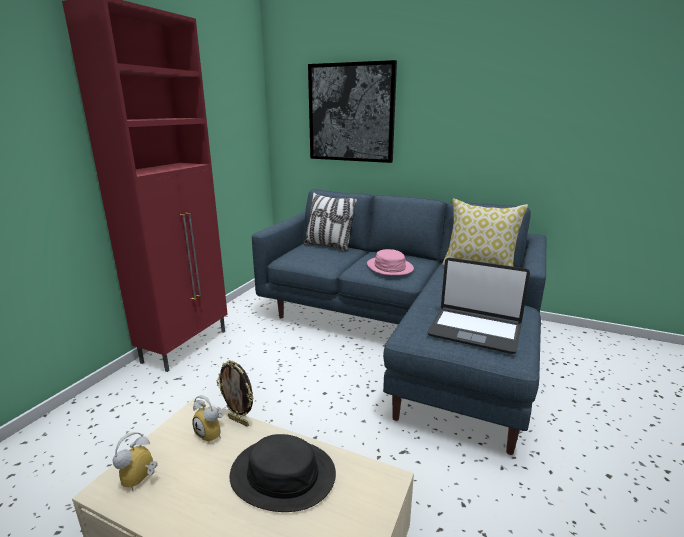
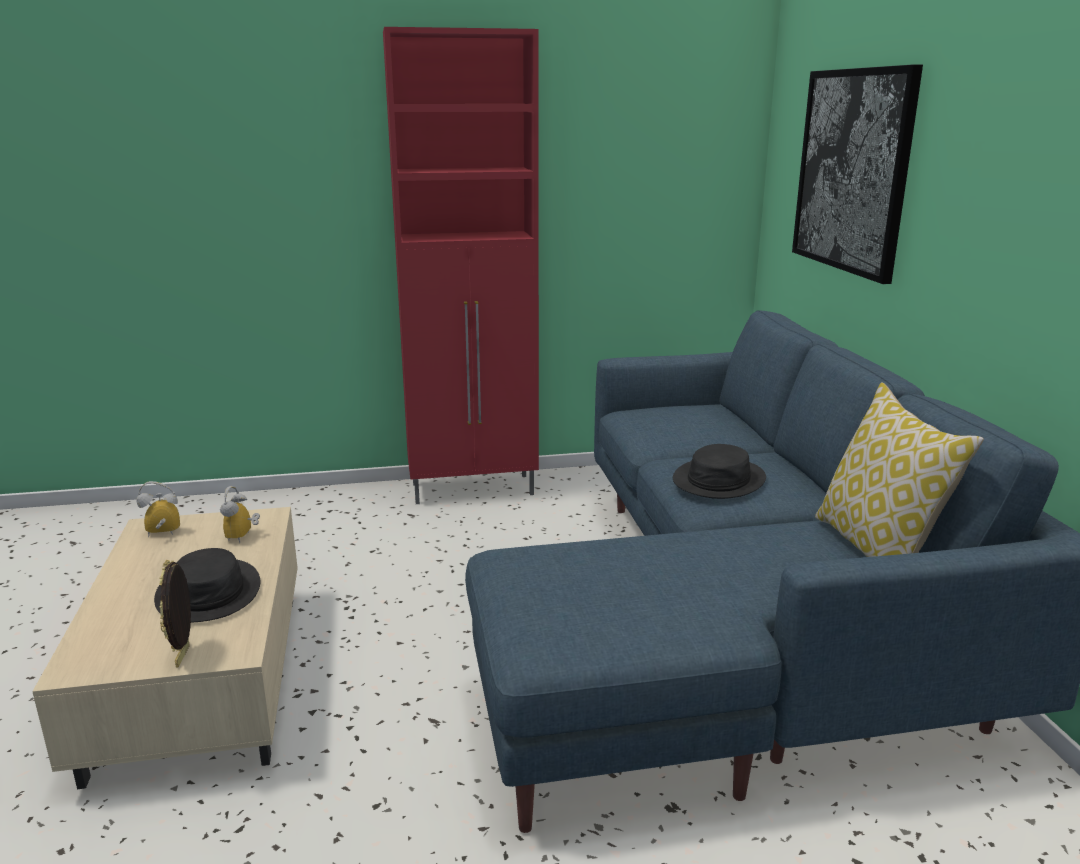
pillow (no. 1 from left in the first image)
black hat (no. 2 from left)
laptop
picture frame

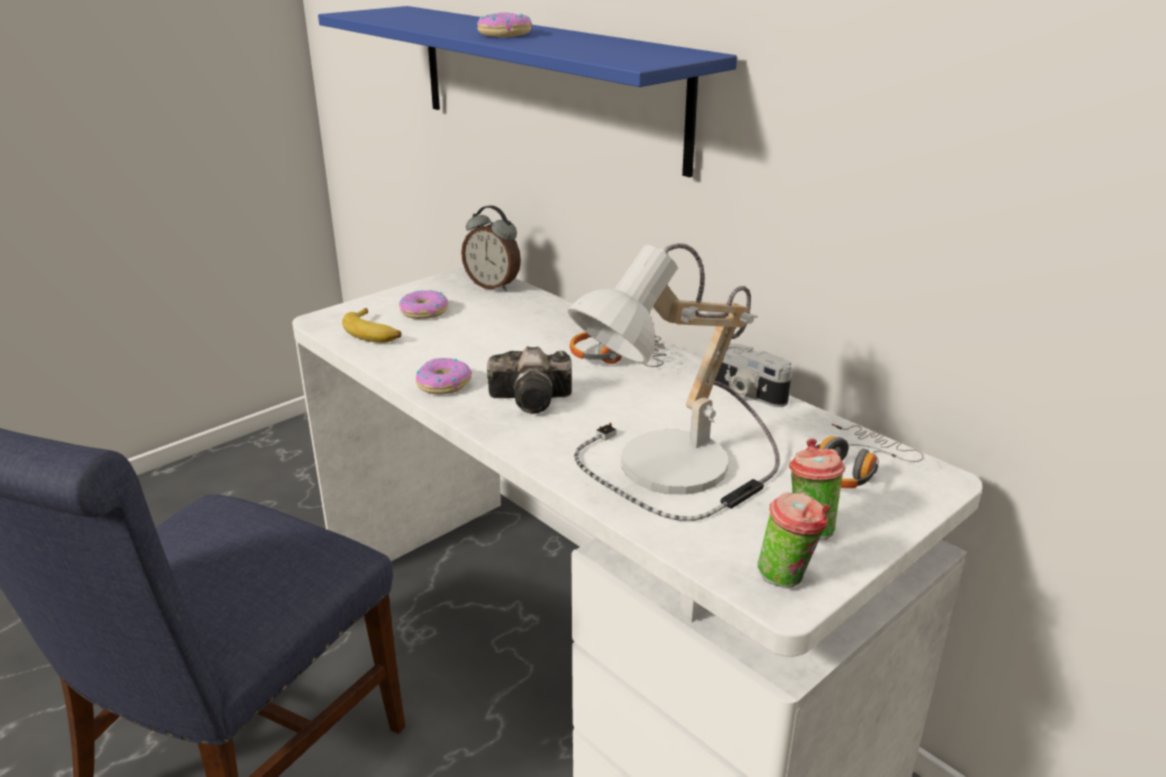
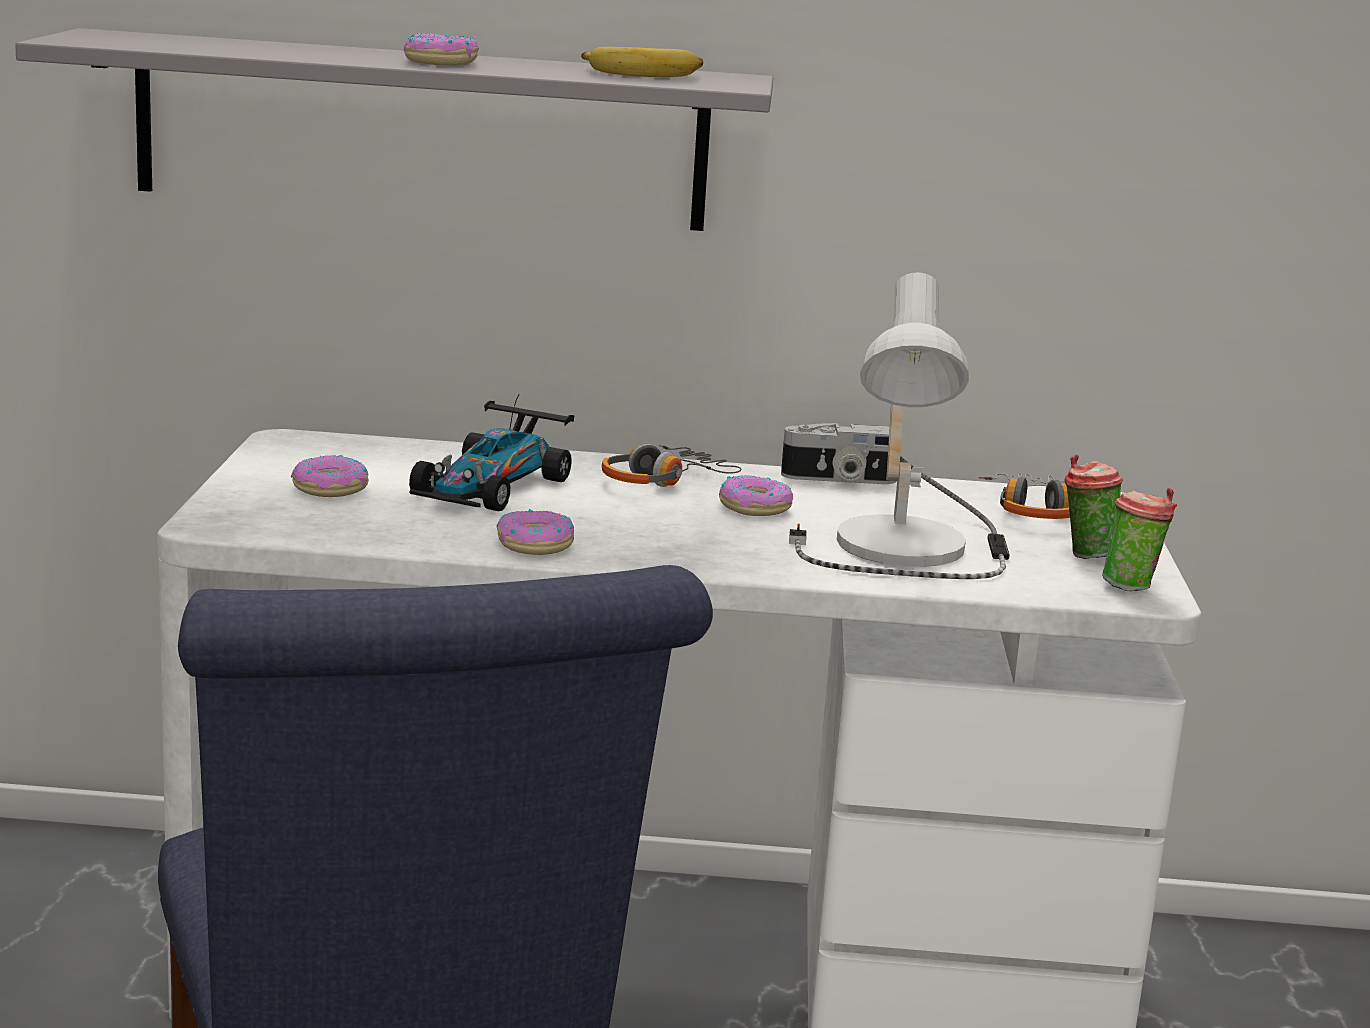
grey shelf
alarm clock
banana
photo camera (no. 1 from left in the first image)
toy car
donut (no. 4 from left)

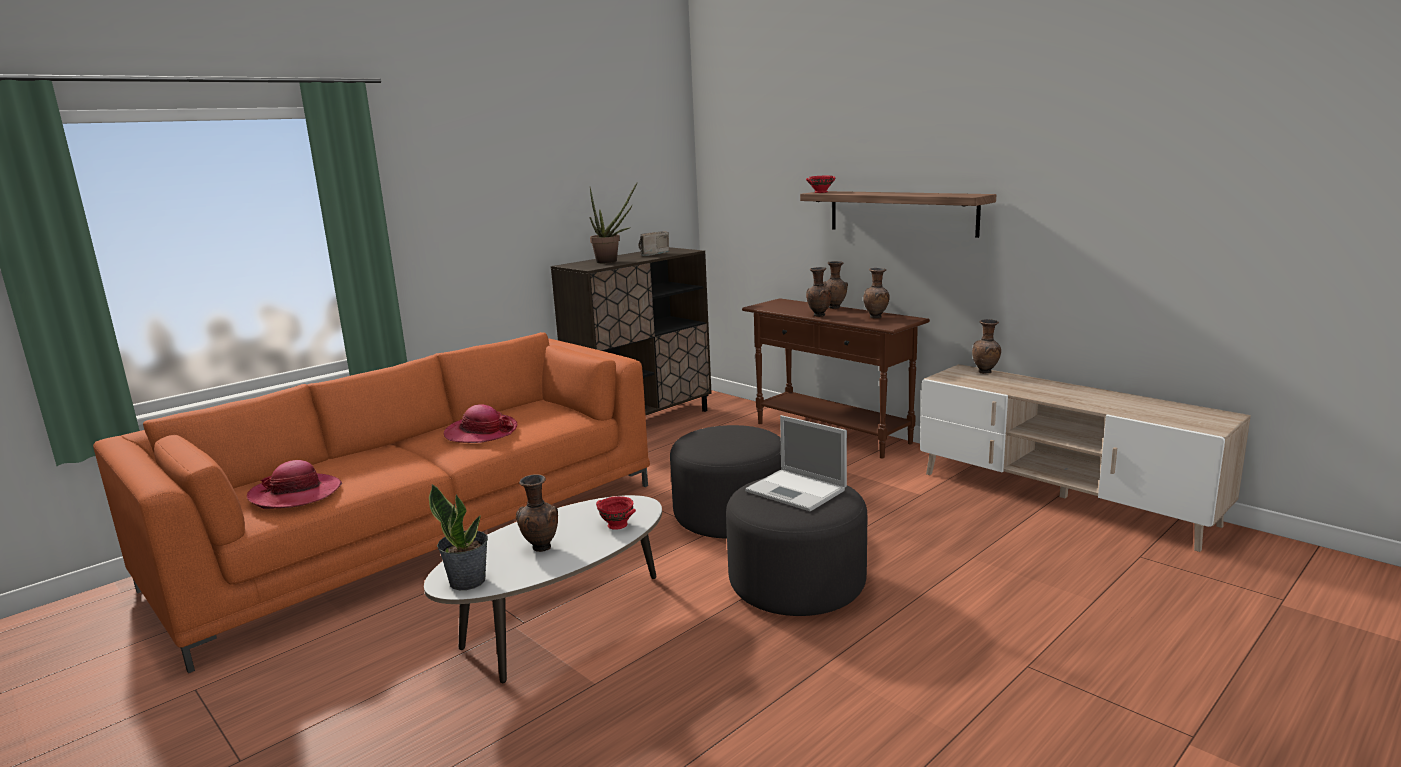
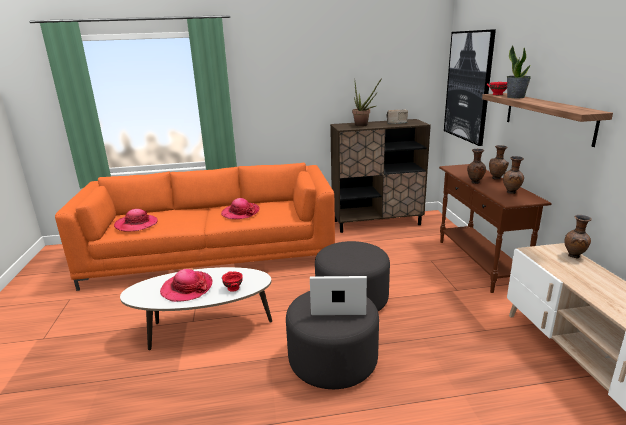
laptop
hat (no. 2 from left)
potted plant (no. 2 from left)
picture

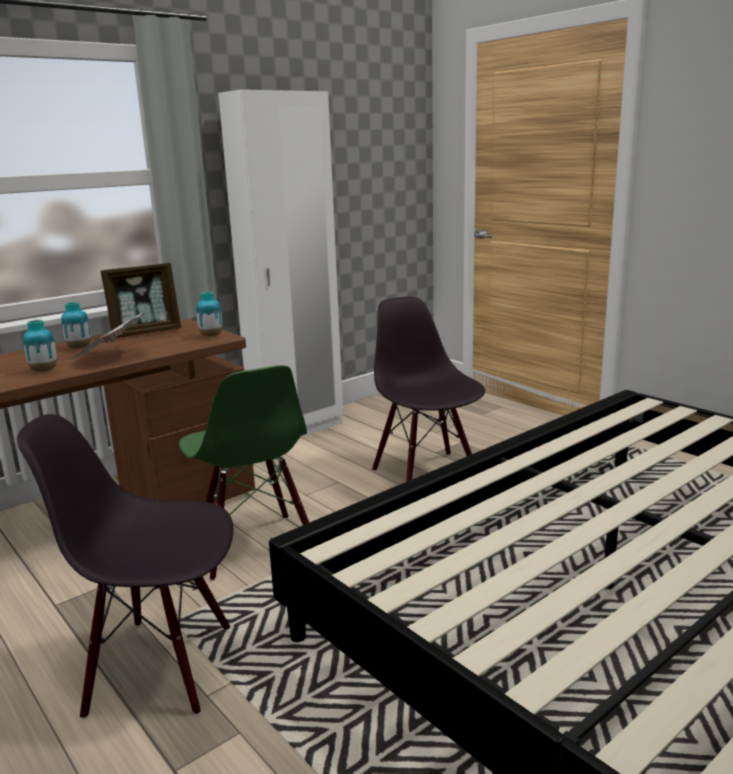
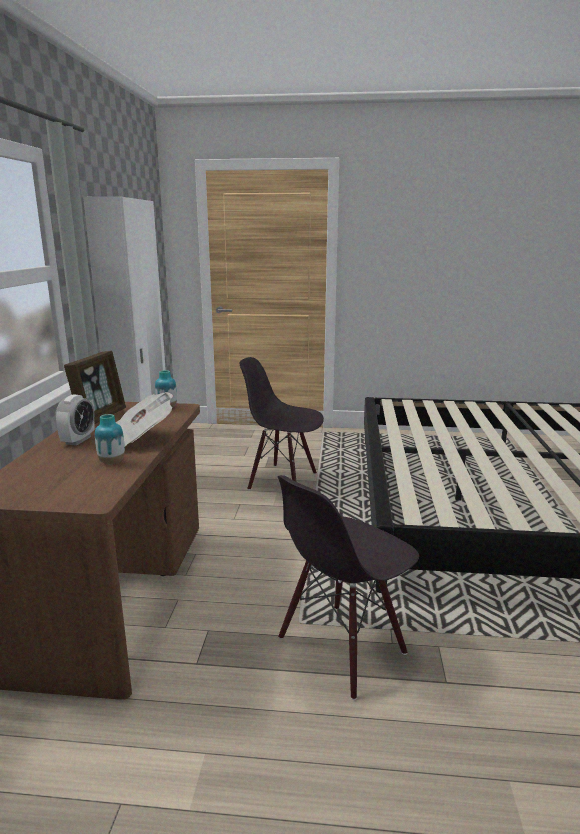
alarm clock
green chair

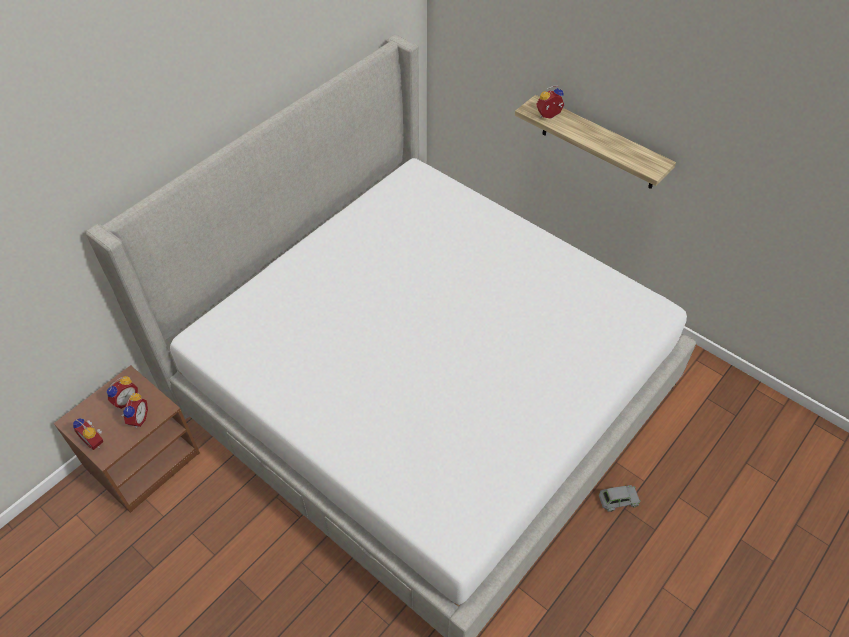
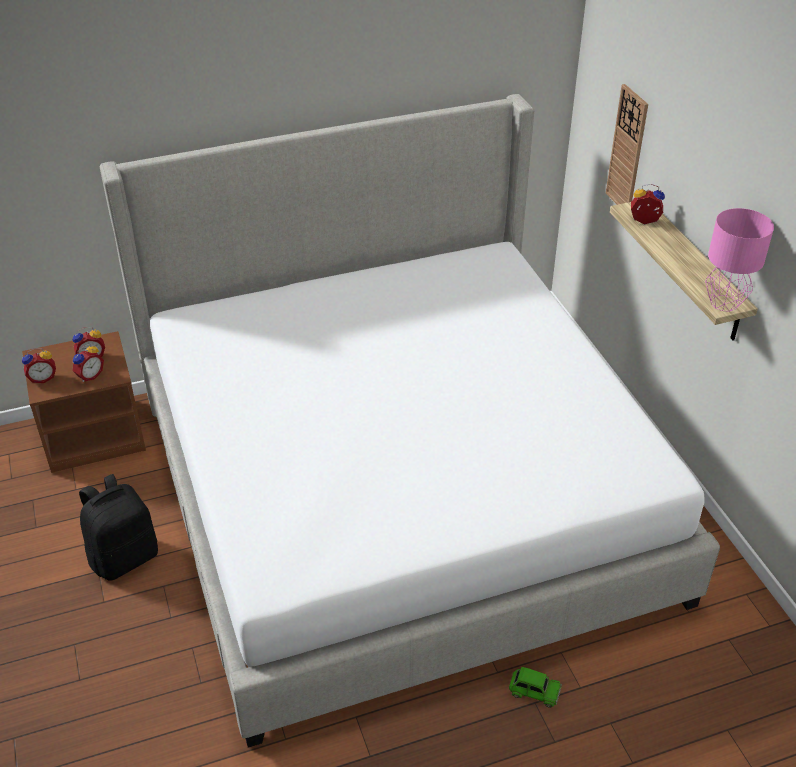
alarm clock (no. 1 from left)
green toy car
wall clock
pink table lamp
black backpack

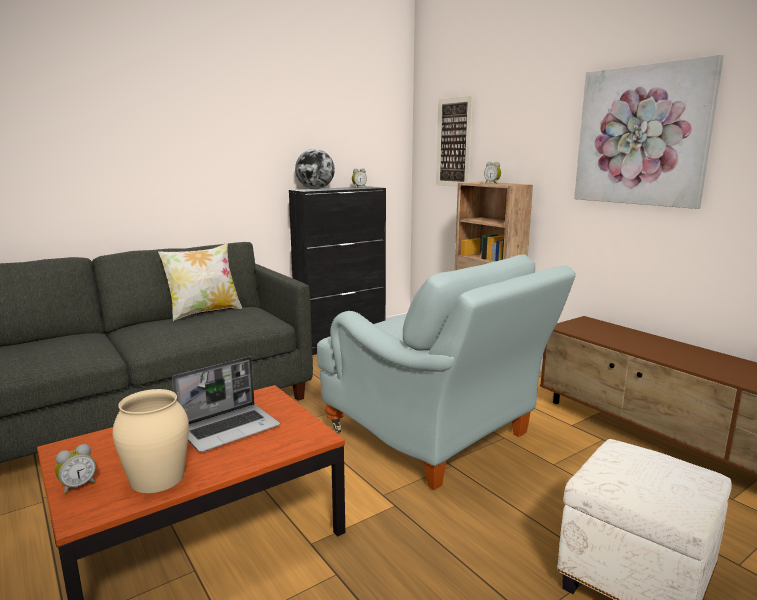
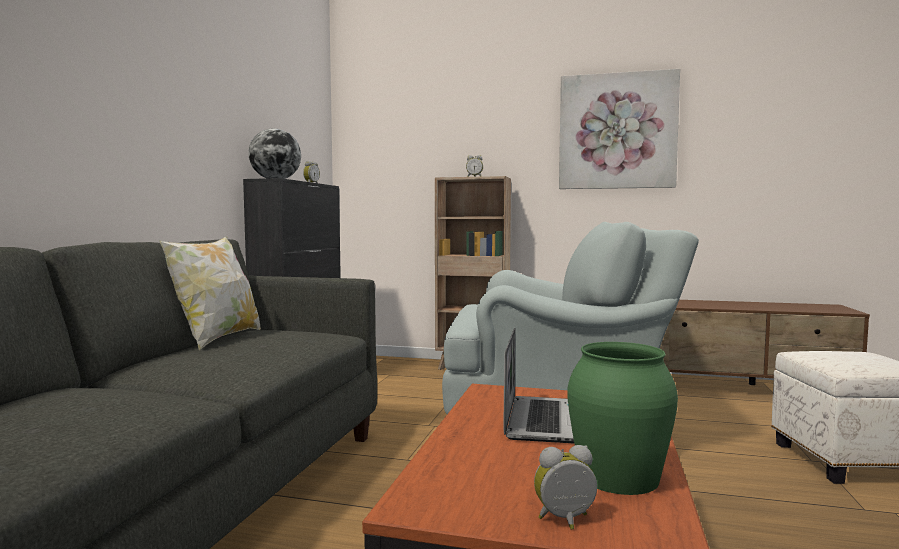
picture (no. 1 from left in the first image)
green vase
alarm clock (no. 3 from left)

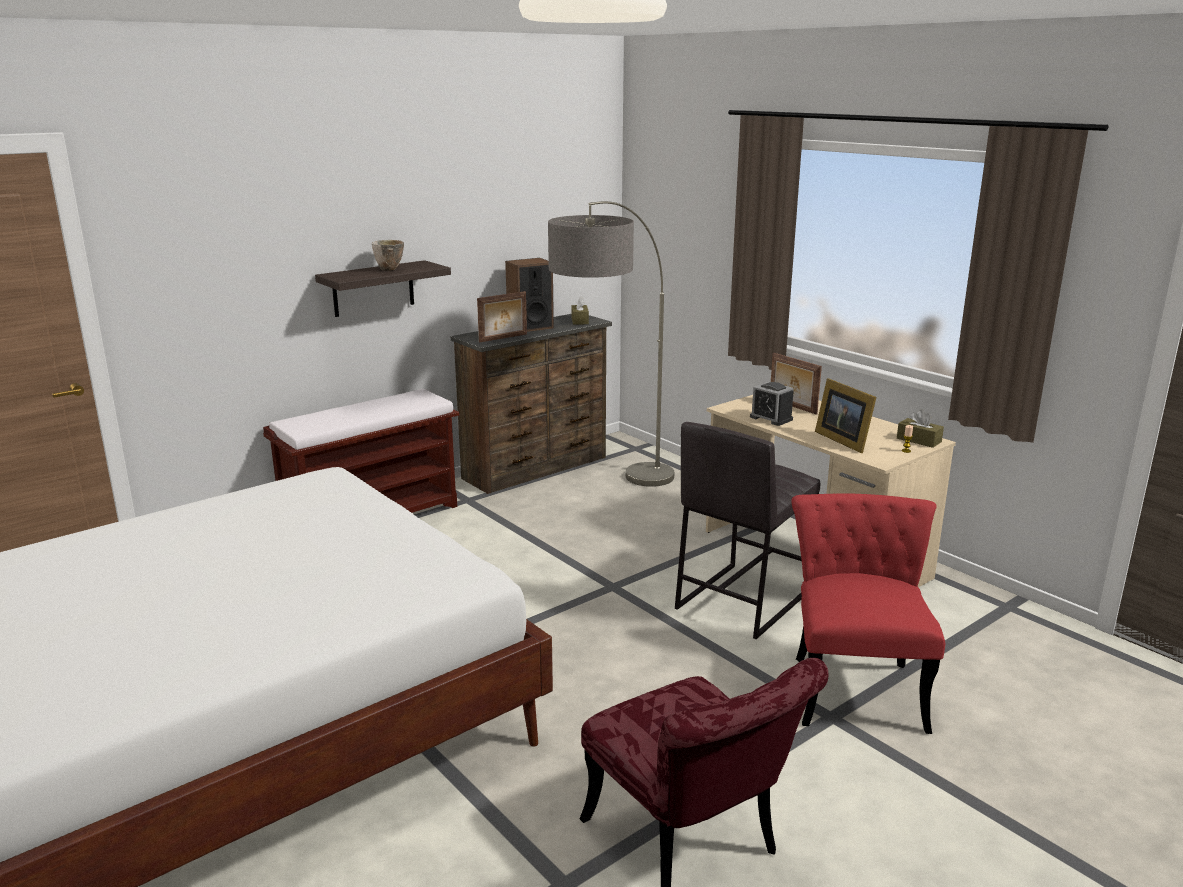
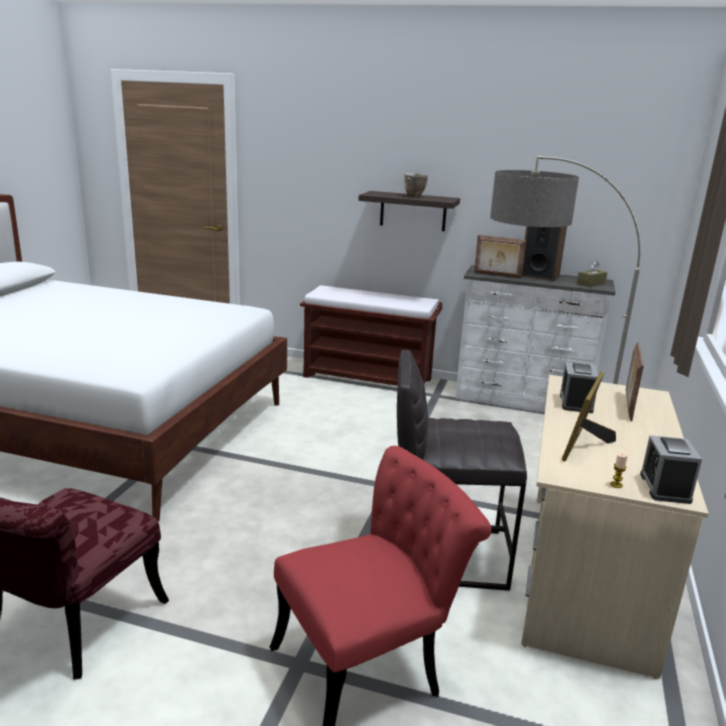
white dresser
alarm clock (no. 2 from left)

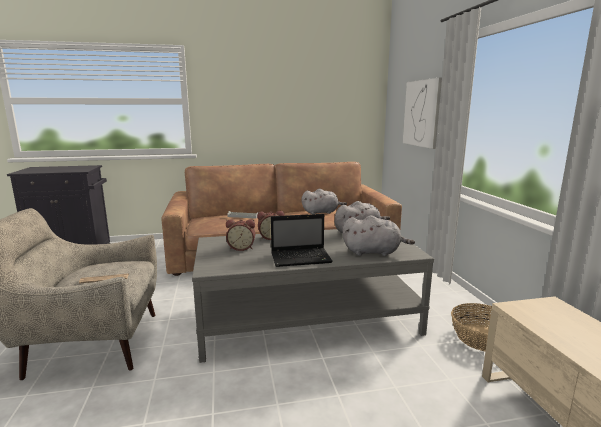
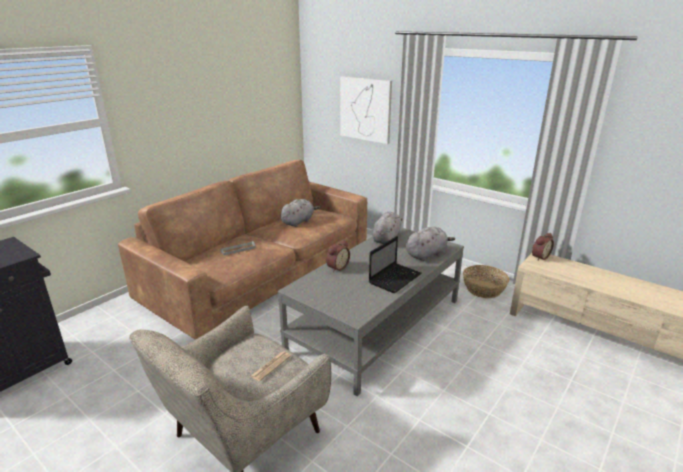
alarm clock (no. 2 from left)

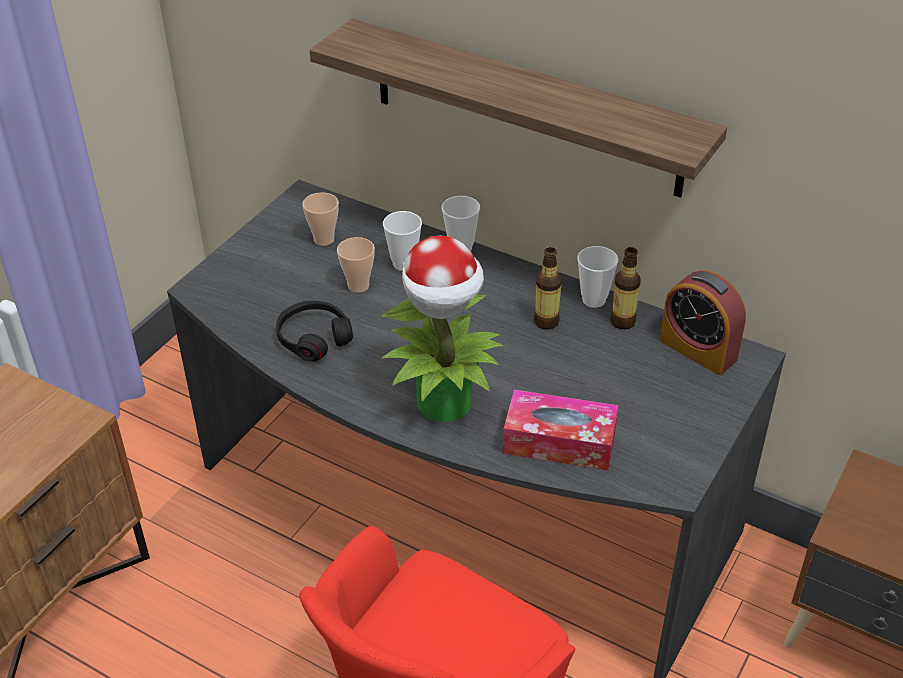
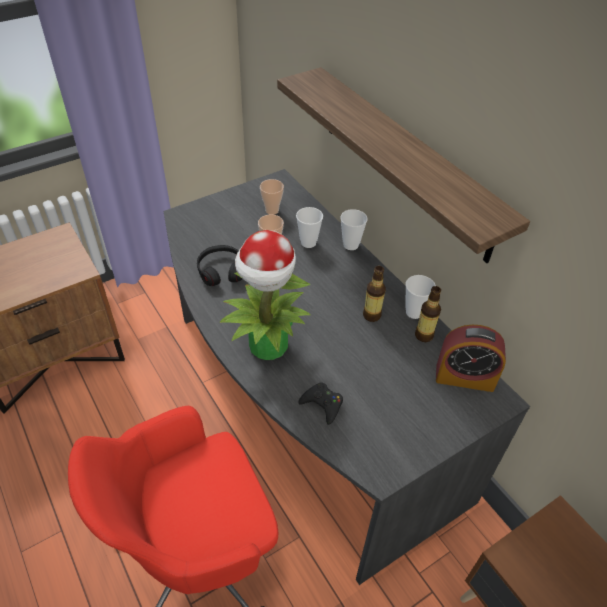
alarm clock
black game controller

